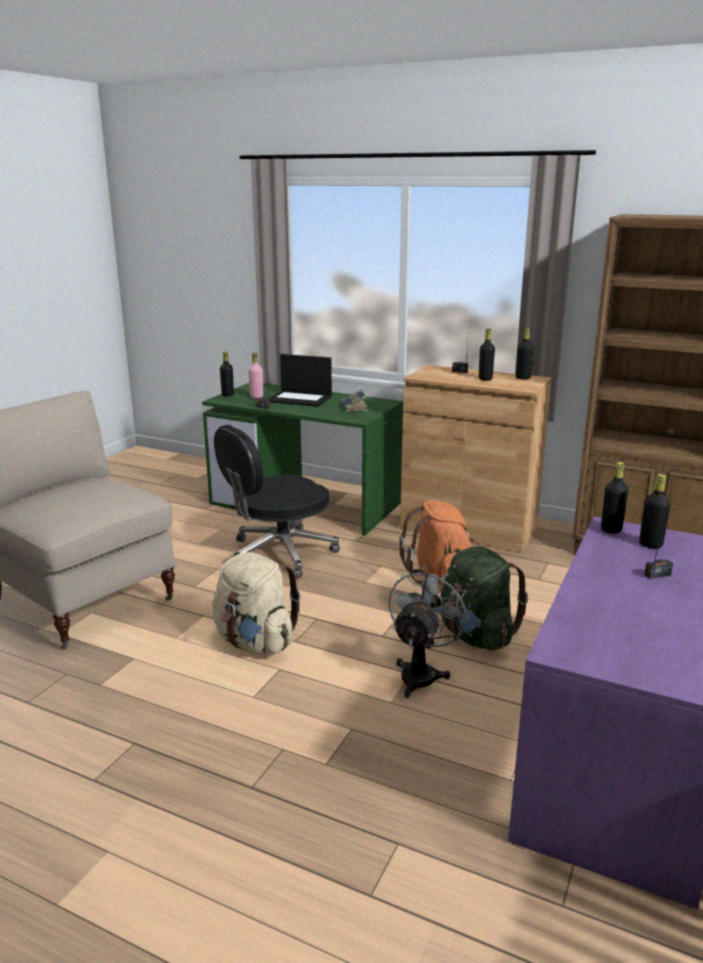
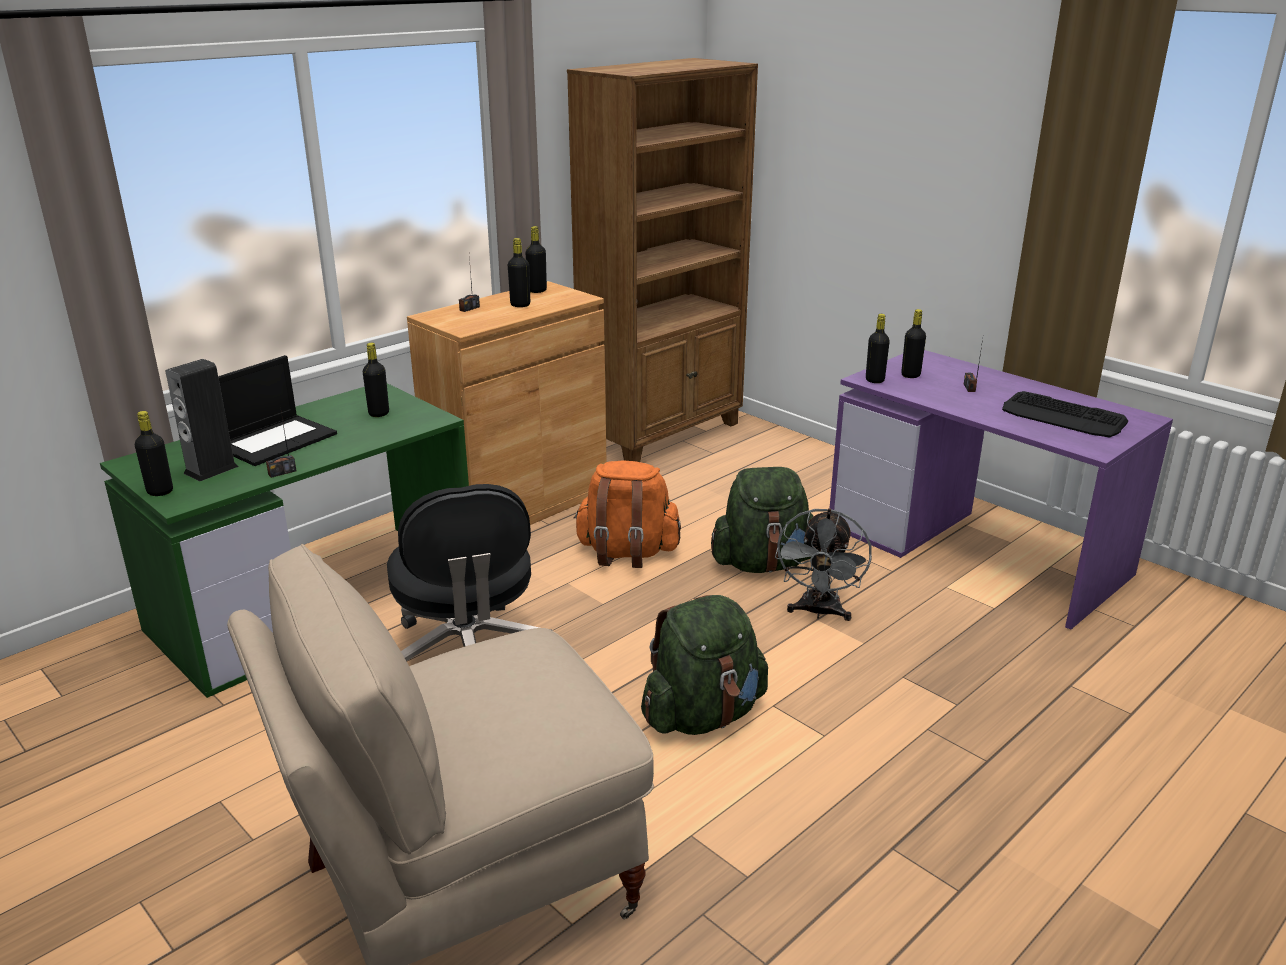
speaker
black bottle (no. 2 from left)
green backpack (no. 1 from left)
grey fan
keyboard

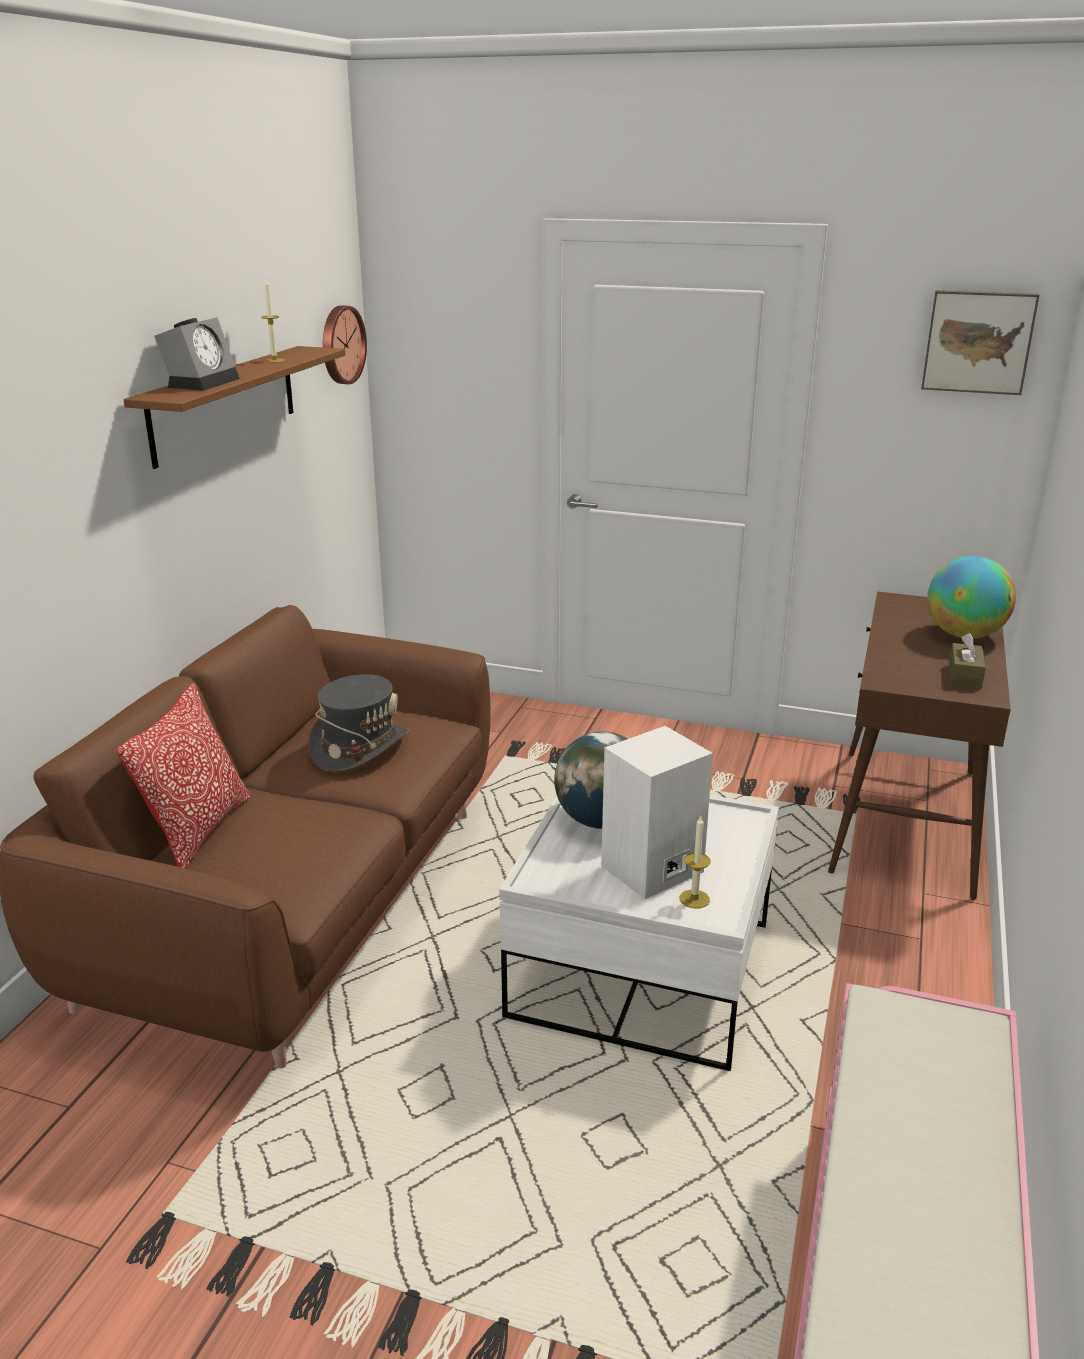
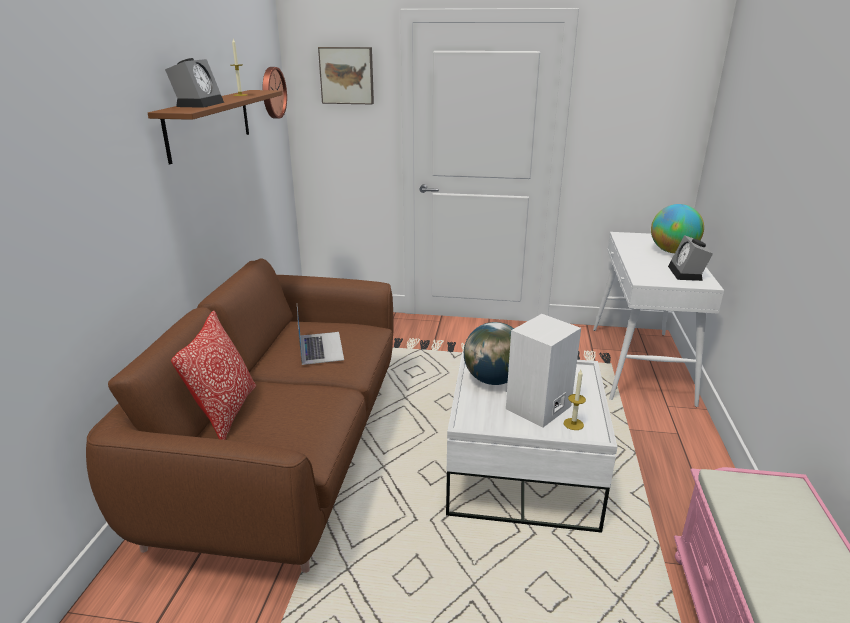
picture
white console table
alarm clock (no. 2 from left)
laptop

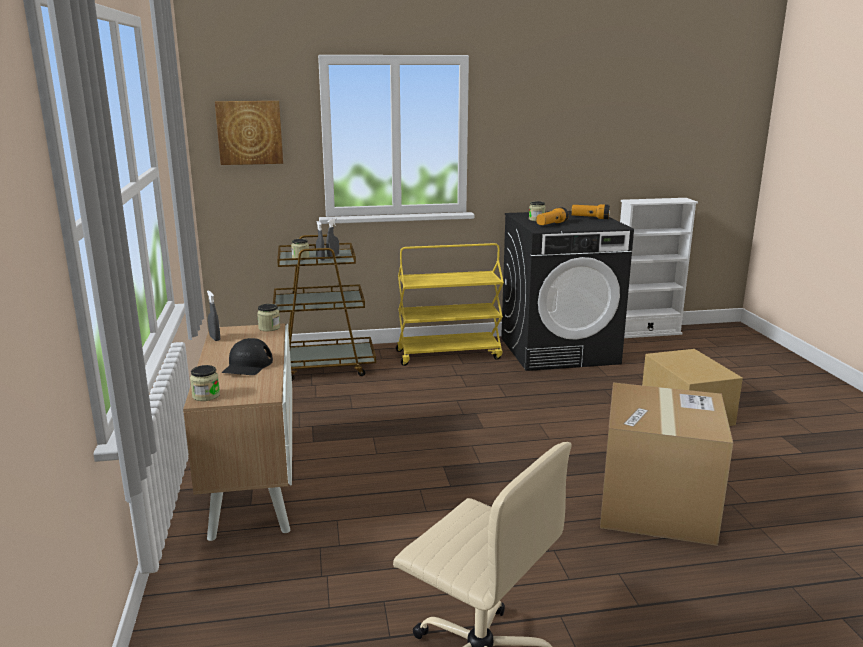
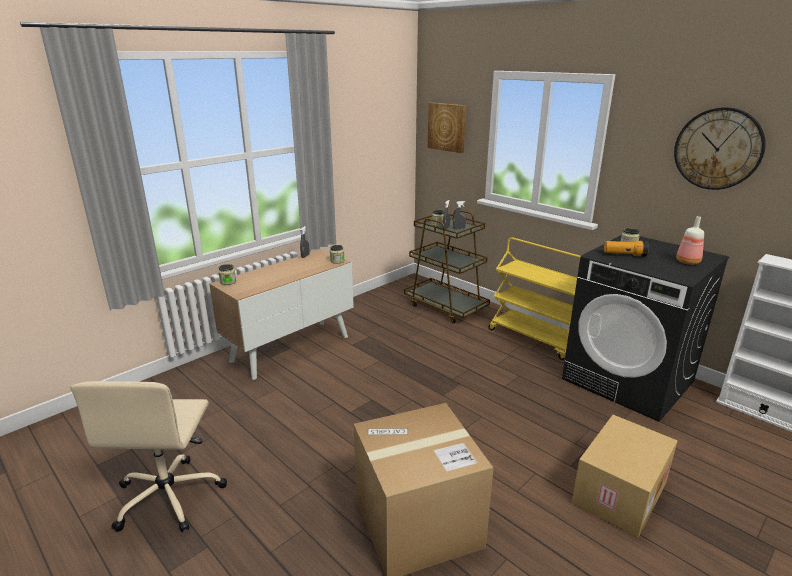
bottle
black cap
wall clock

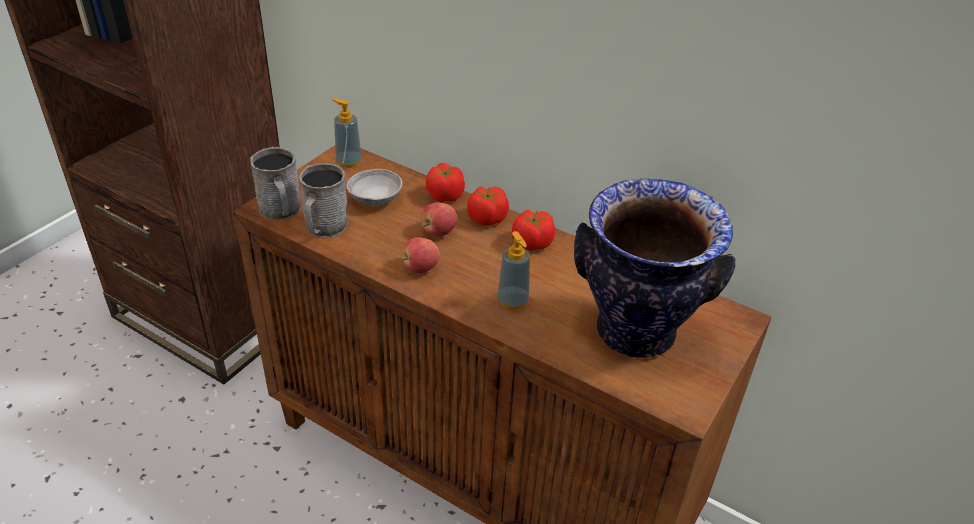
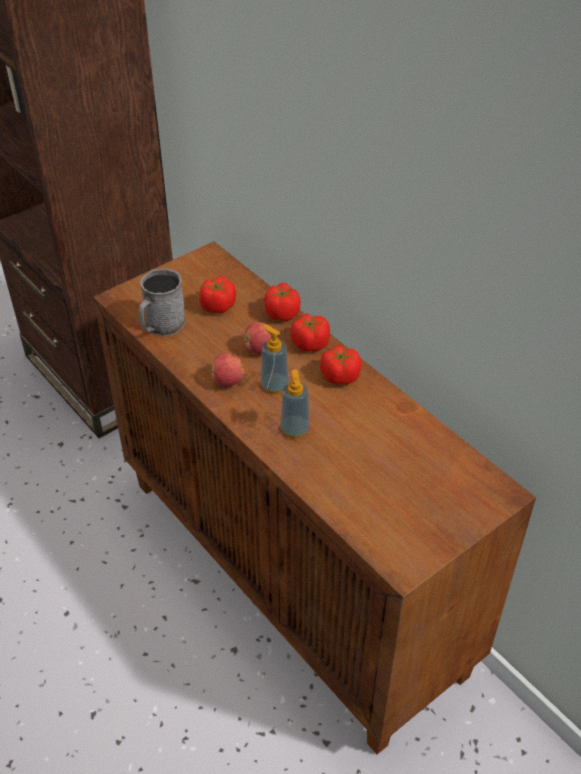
soap dispenser (no. 1 from left)
grey mug (no. 1 from left in the first image)
tomato (no. 1 from left)
vase

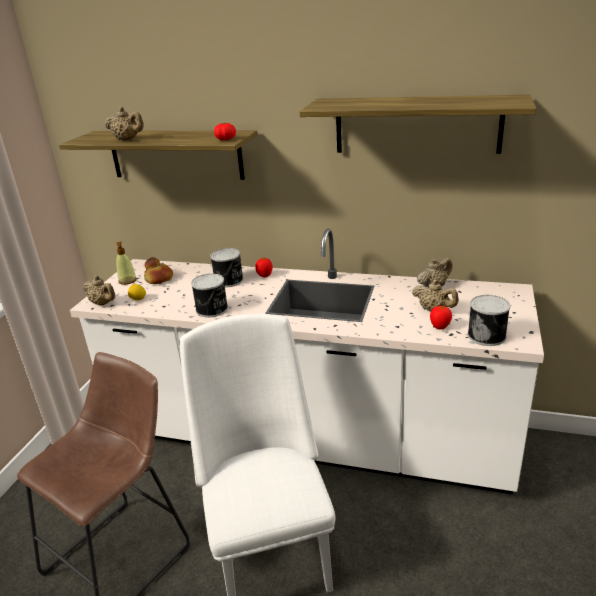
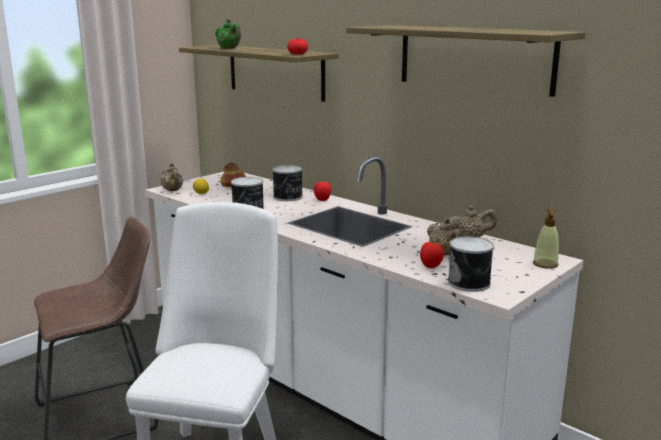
green teapot
soap dispenser

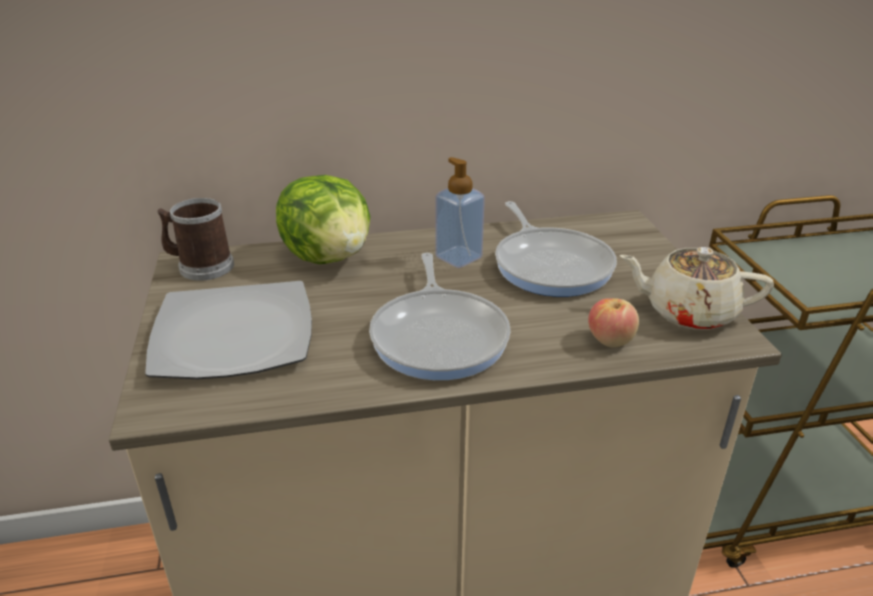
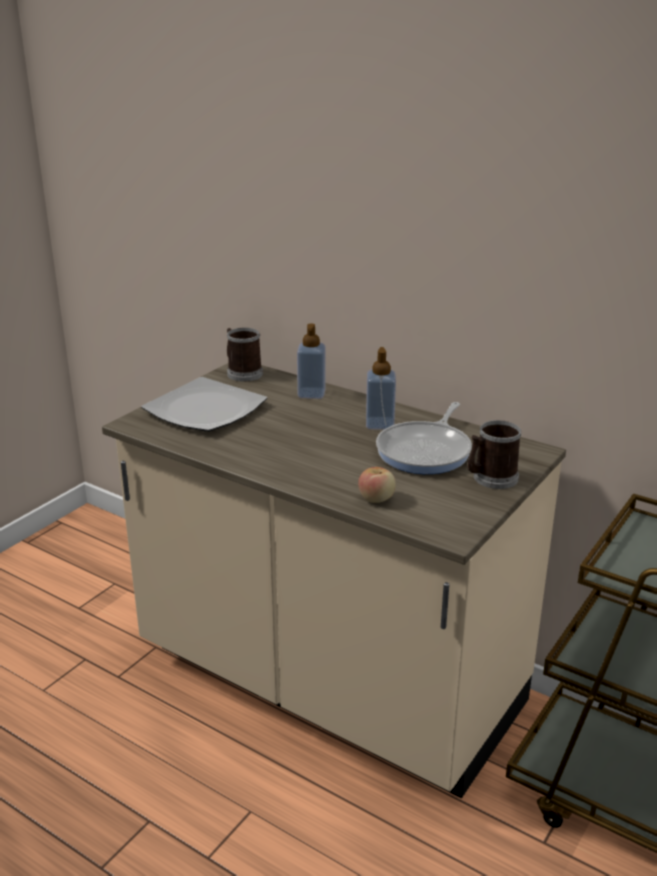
soap dispenser (no. 1 from left)
beige teapot
frying pan (no. 1 from left in the first image)
mug (no. 2 from left)

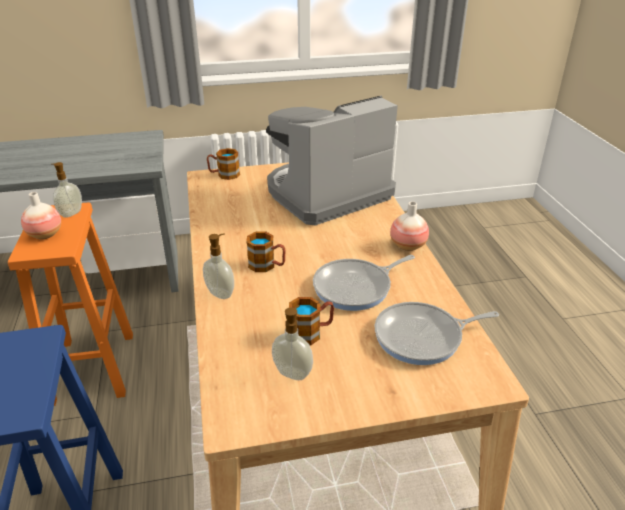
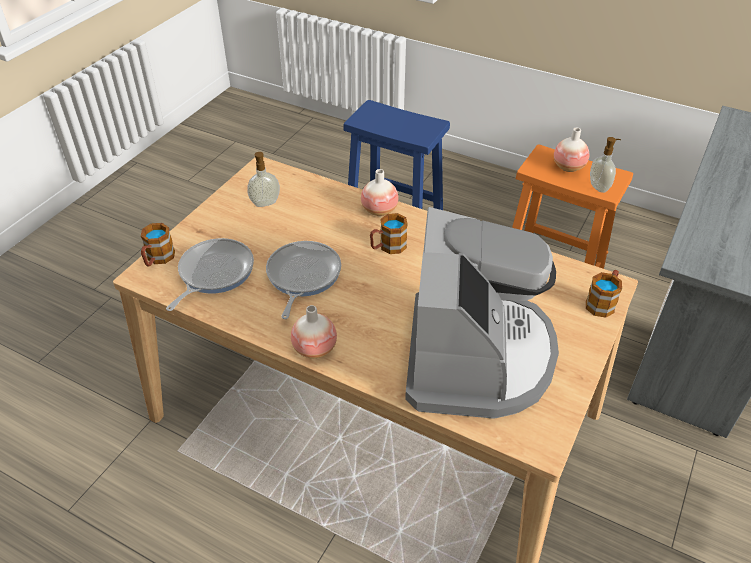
vase (no. 2 from left)
mug (no. 1 from left)

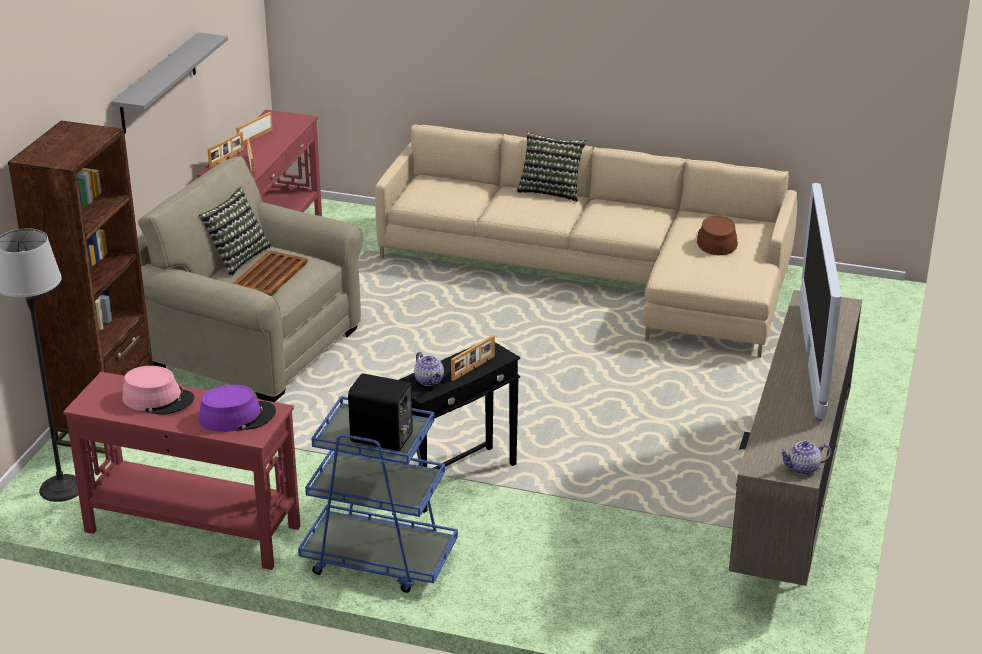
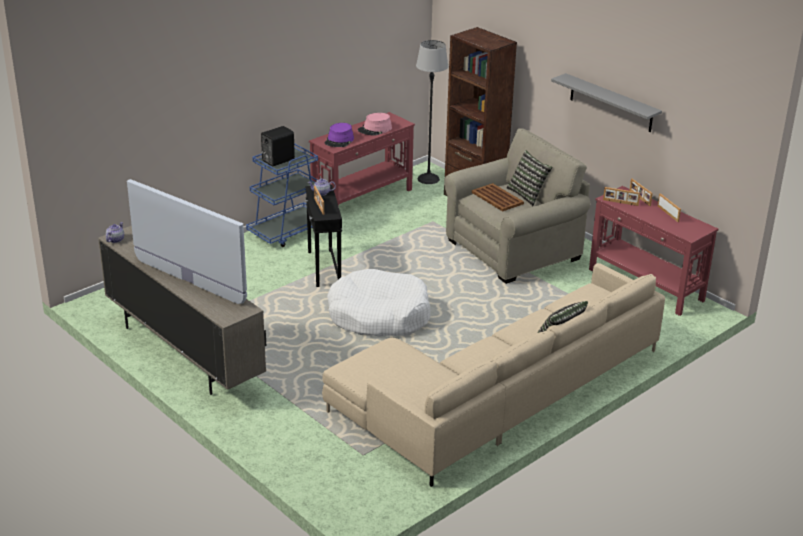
brown hat
white dog bed

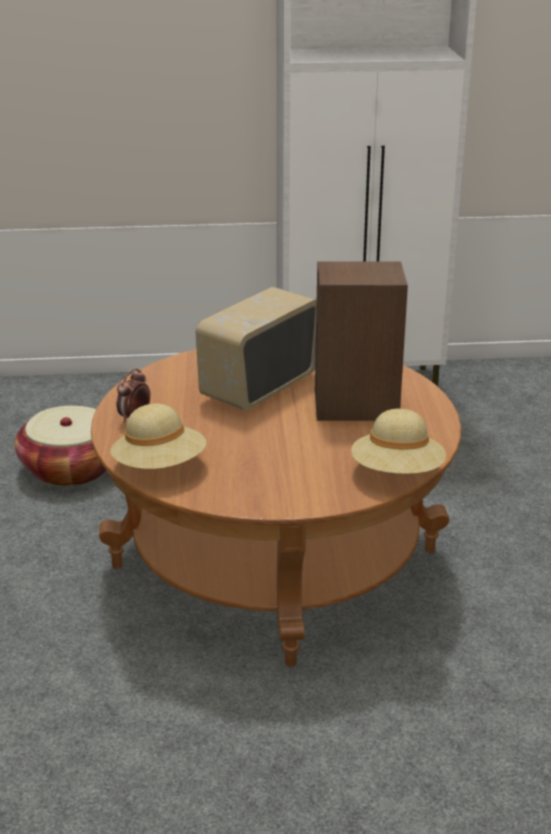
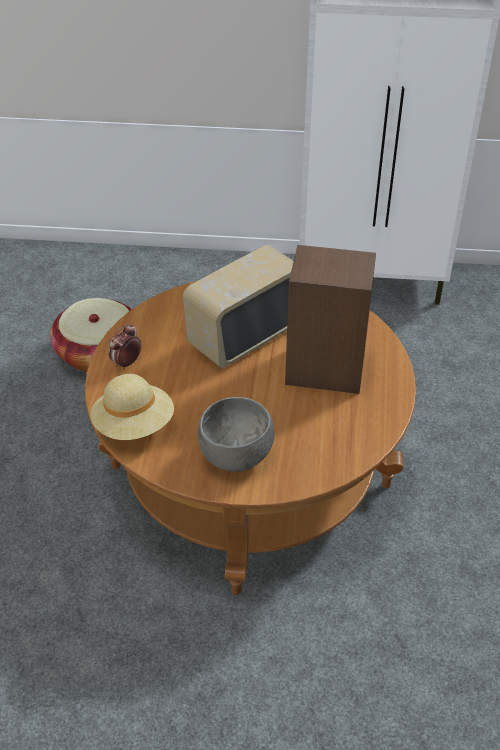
beige hat (no. 2 from left in the first image)
grey bowl

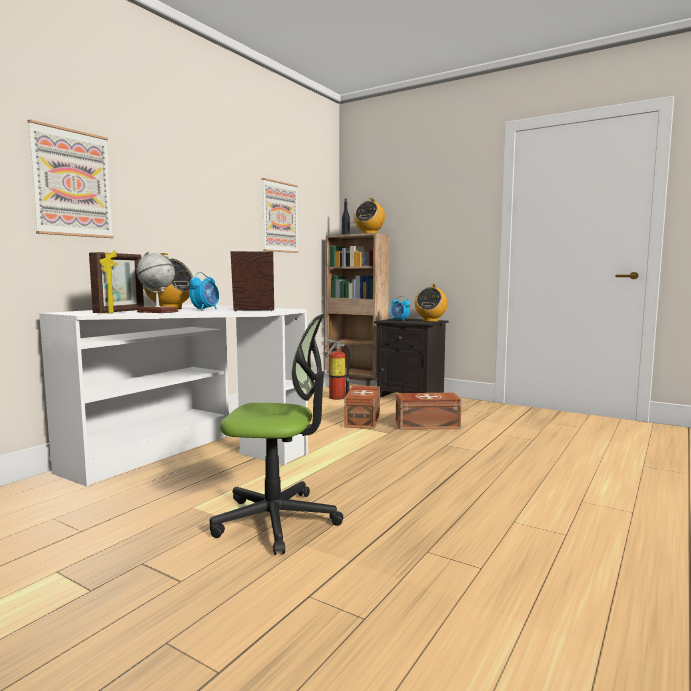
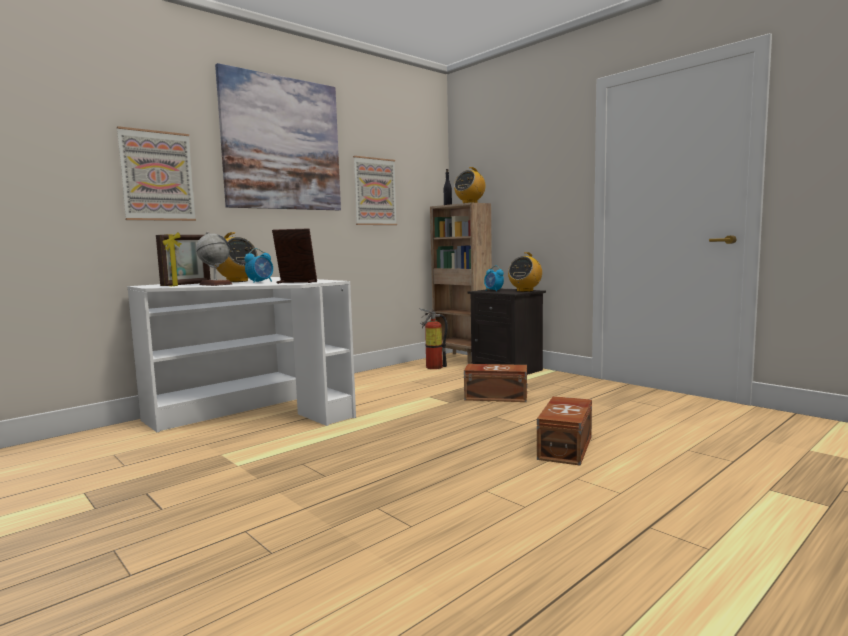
office chair
brown storage box (no. 2 from left)
picture (no. 2 from left)

